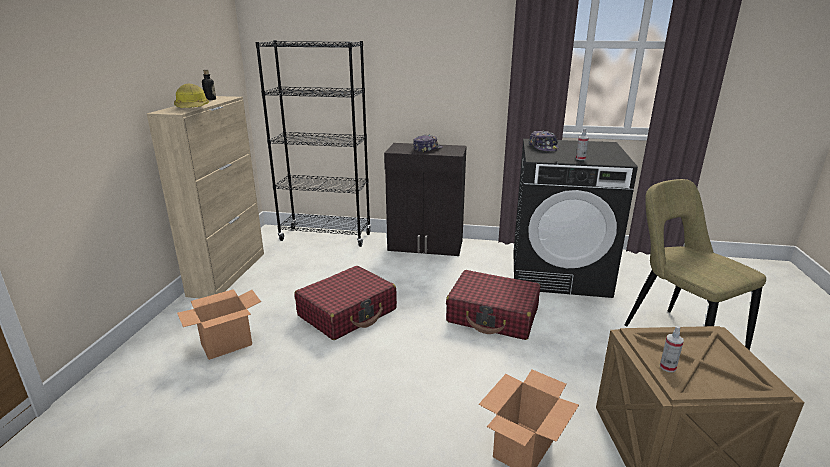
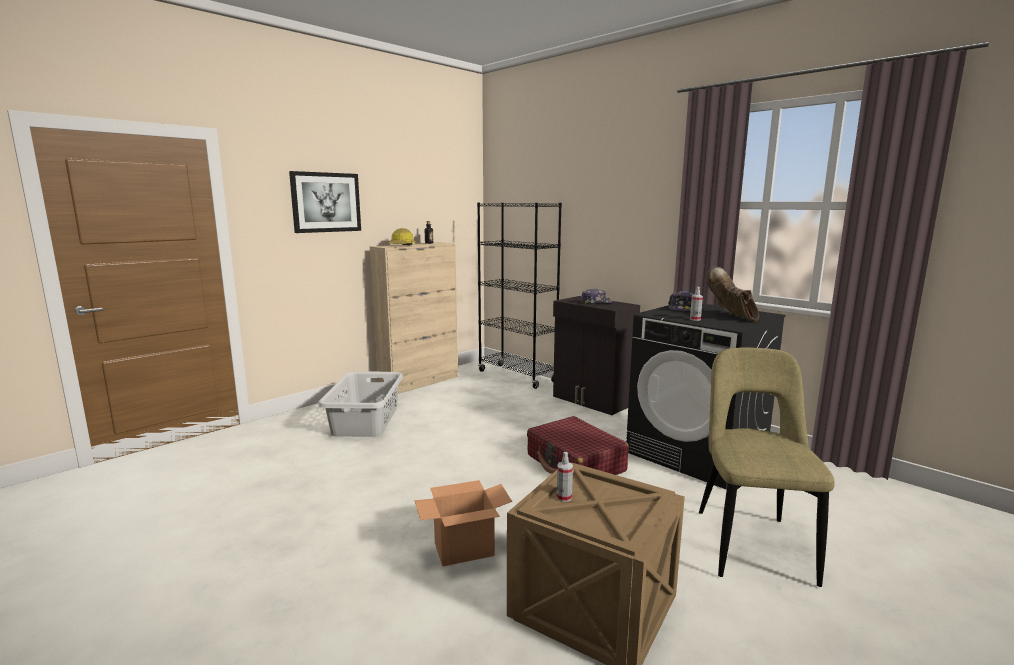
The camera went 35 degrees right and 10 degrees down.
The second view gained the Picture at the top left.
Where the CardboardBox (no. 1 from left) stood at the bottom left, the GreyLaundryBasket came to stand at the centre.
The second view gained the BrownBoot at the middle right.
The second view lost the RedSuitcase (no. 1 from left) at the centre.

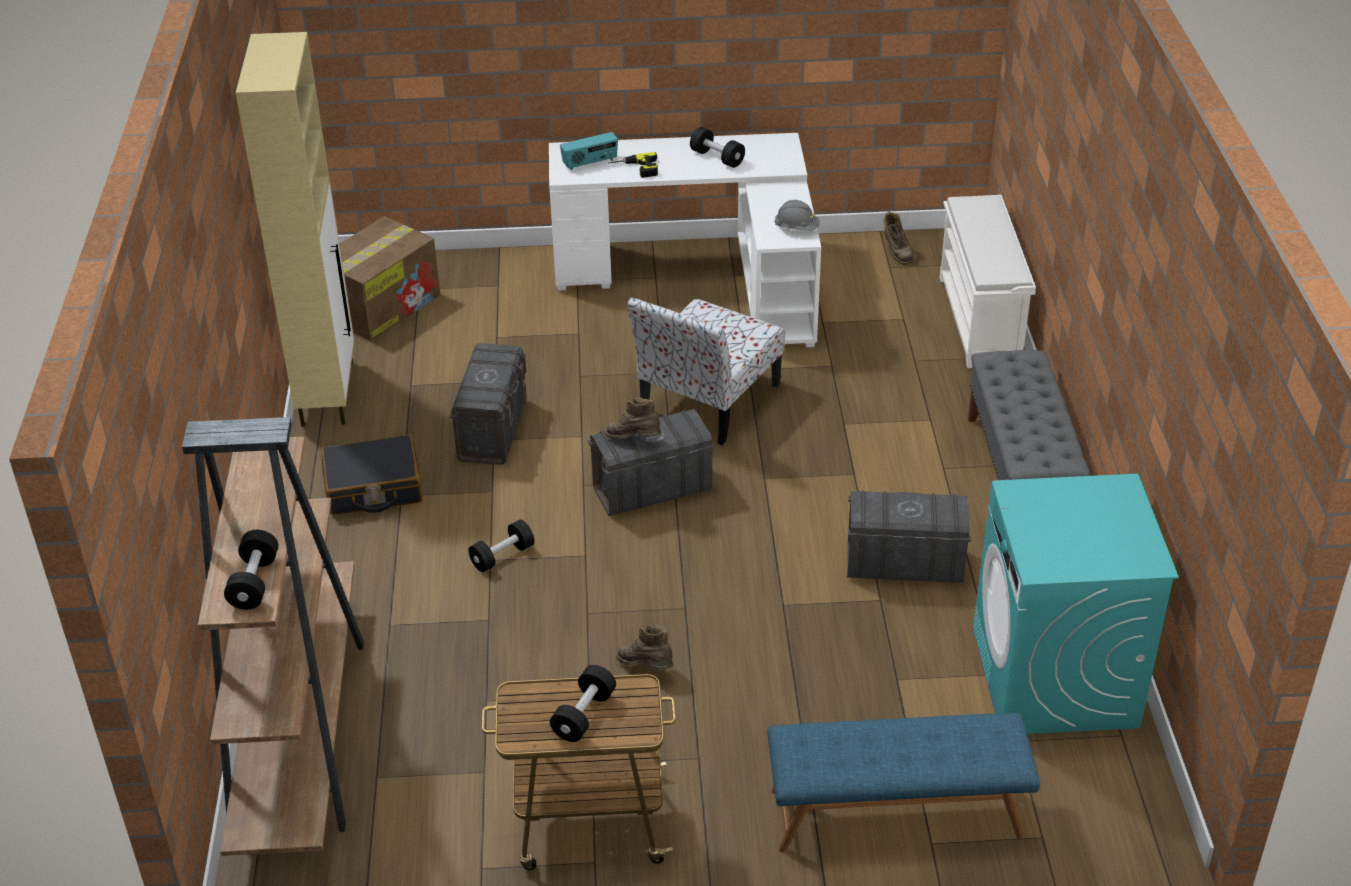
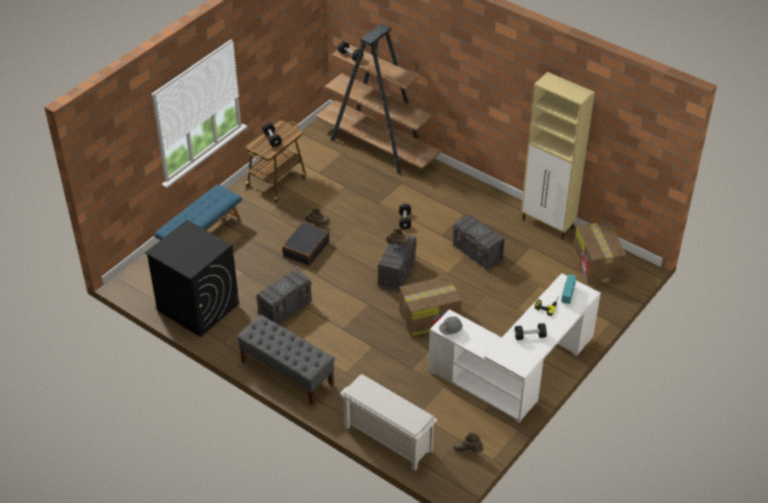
The camera went 130 degrees right and 5 degrees up.
What was the TurquoiseWashingMachine at the bottom right turned into the BlackWashingMachine at the middle left.
The BlackSuitcase ended up elsewhere, having gone from the middle left to the centre.
Where the Chair stood at the centre, the CardboardBox (no. 1 from left) came to stand at the centre.

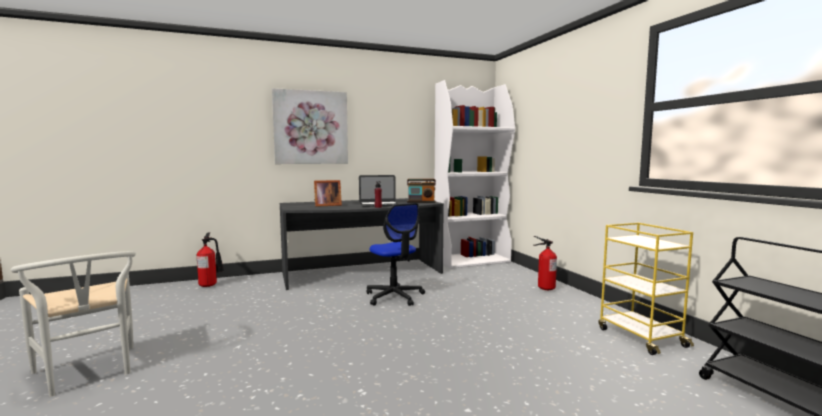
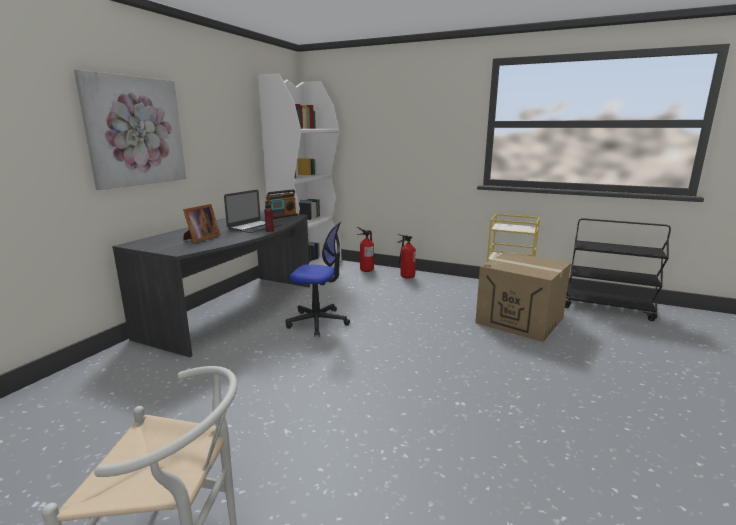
The camera went 45 degrees left and 10 degrees up.
The FireExtinguisher (no. 1 from left) ended up elsewhere, having gone from the middle left to the centre.
The second view gained the CardboardBox at the middle right.

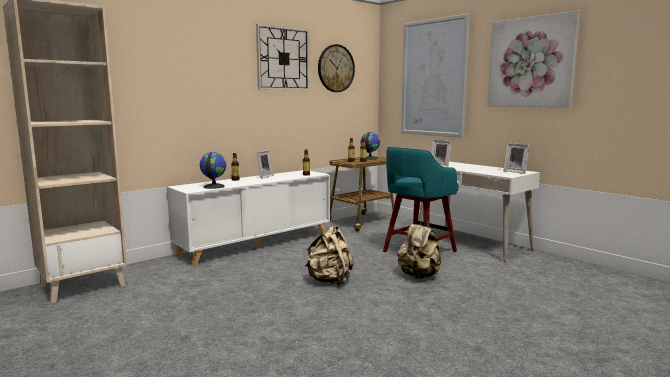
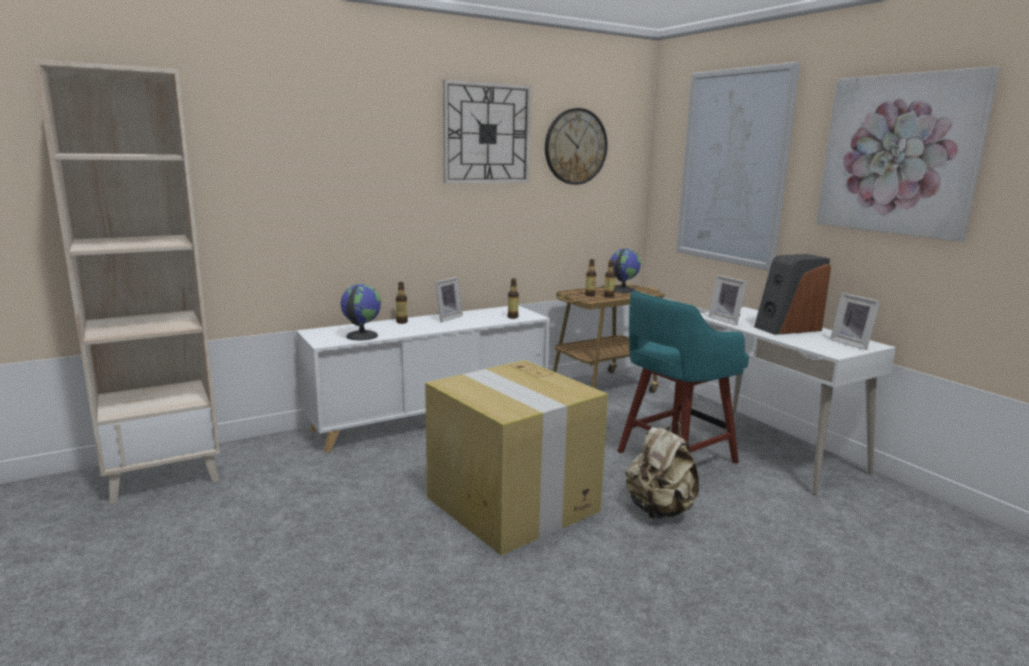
The camera went 10 degrees right and 5 degrees up.
Where the BeigeBackpack (no. 1 from left) stood at the bottom centre, the CardboardBox came to stand at the bottom centre.
The second view gained the Speaker at the middle right.

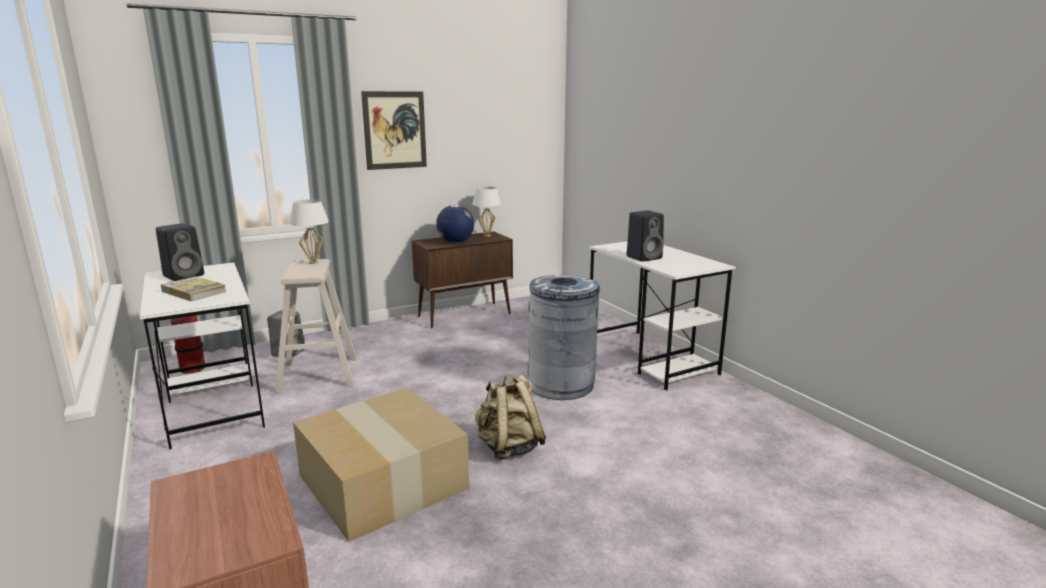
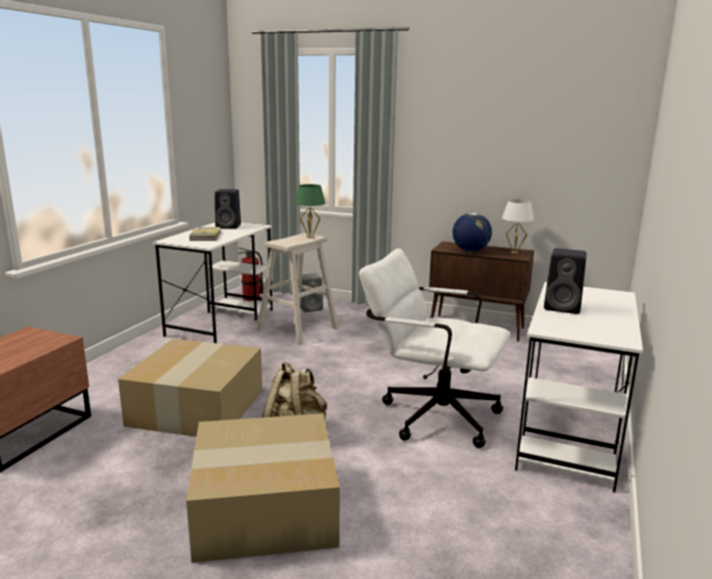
The camera went 50 degrees right and 0 degrees up.
The second view gained the CardboardBox (no. 2 from left) at the bottom centre.
What was the WhiteTableLamp (no. 1 from left) at the middle left turned into the GreenTableLamp at the centre.
Where the GreyTrashCan stood at the centre, the WhiteOfficeChair came to stand at the centre.
The second view lost the Picture at the top centre.

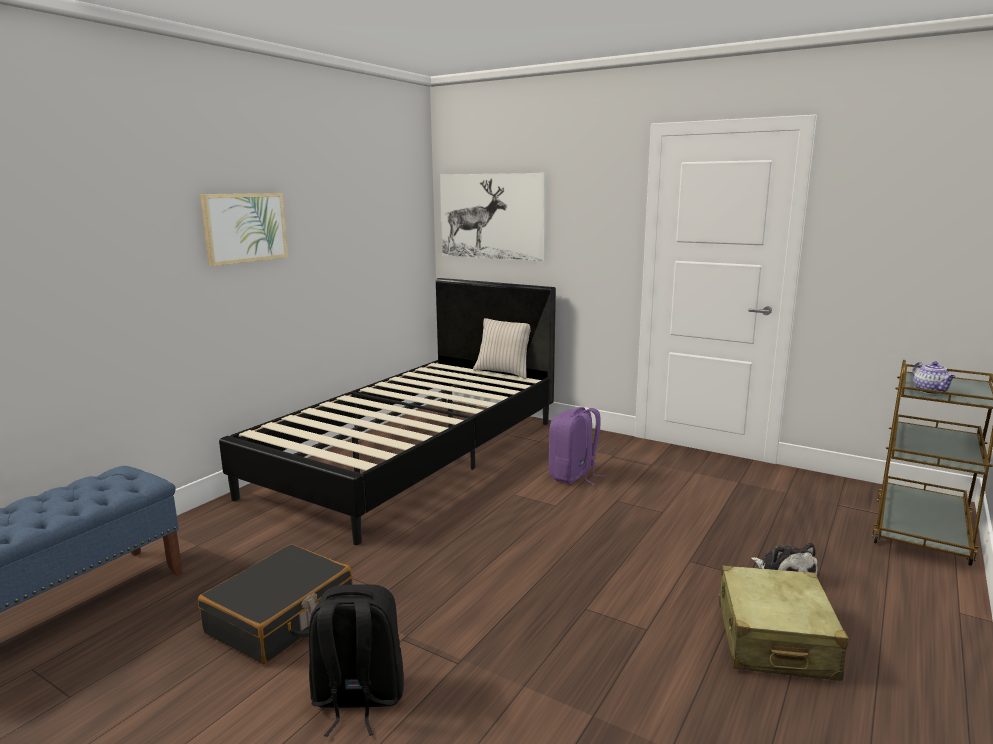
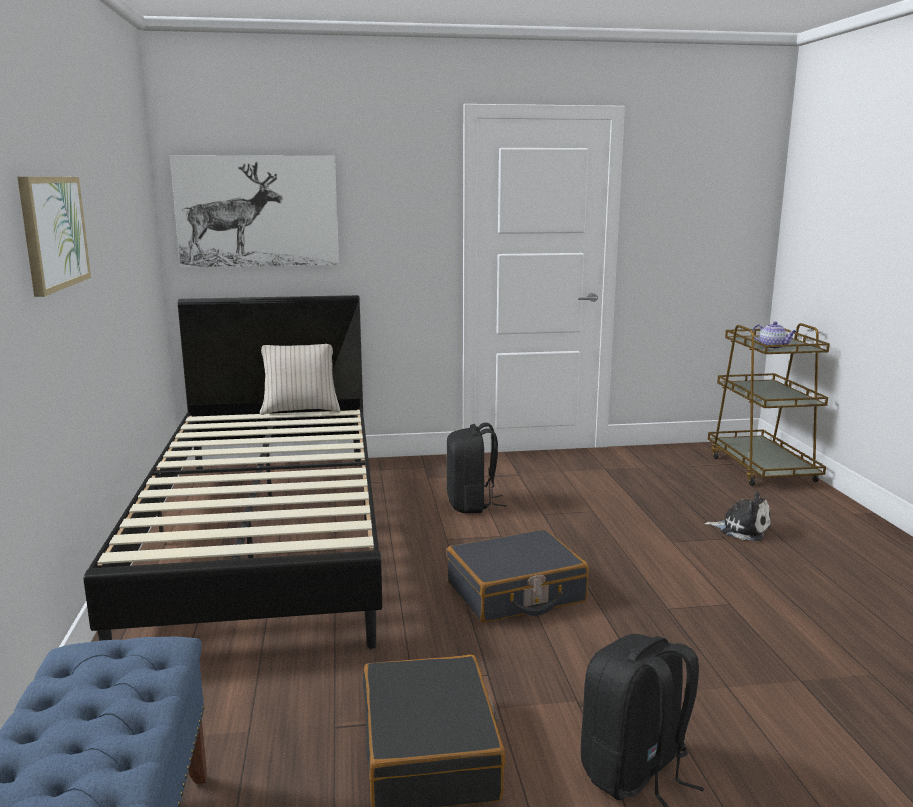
The camera went 40 degrees left and 0 degrees up.
What was the PurpleBackpack at the centre turned into the BlackBackpack (no. 1 from left) at the centre.
The second view gained the BlackSuitcase (no. 2 from left) at the bottom centre.
The second view lost the BeigeSuitcase at the bottom right.

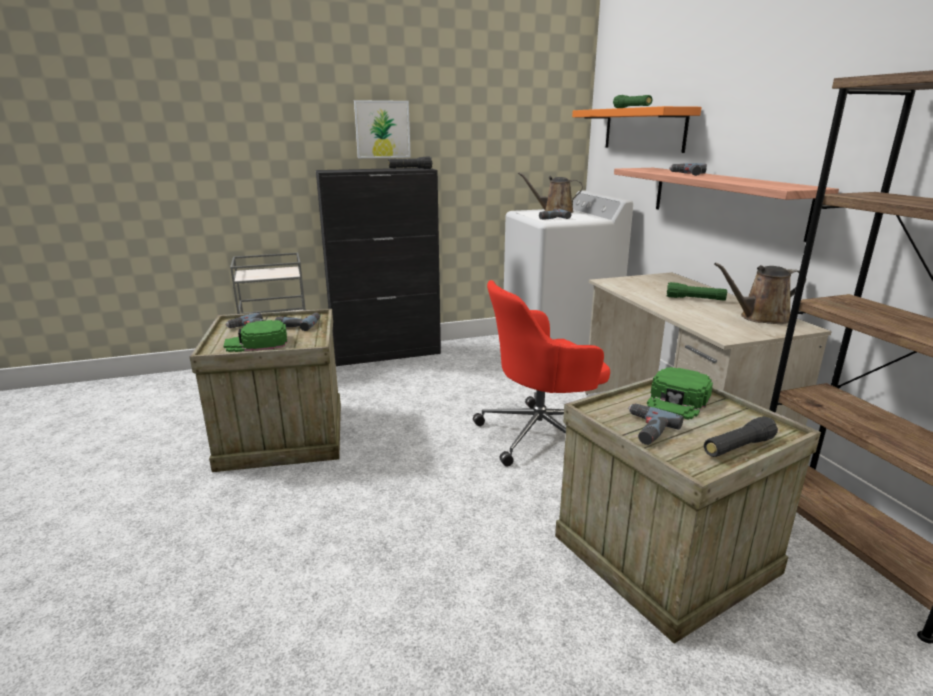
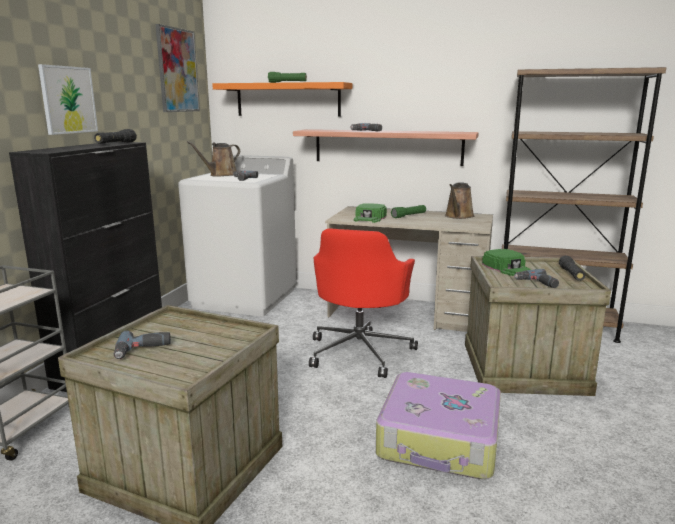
The camera went 55 degrees left and 5 degrees down.
The second view gained the Picture (no. 2 from left) at the top left.
The GreenCap (no. 1 from left) ended up elsewhere, having gone from the middle left to the centre.
The second view gained the Suitcase at the bottom centre.
The second view lost the PowerDrill (no. 2 from left) at the middle left.

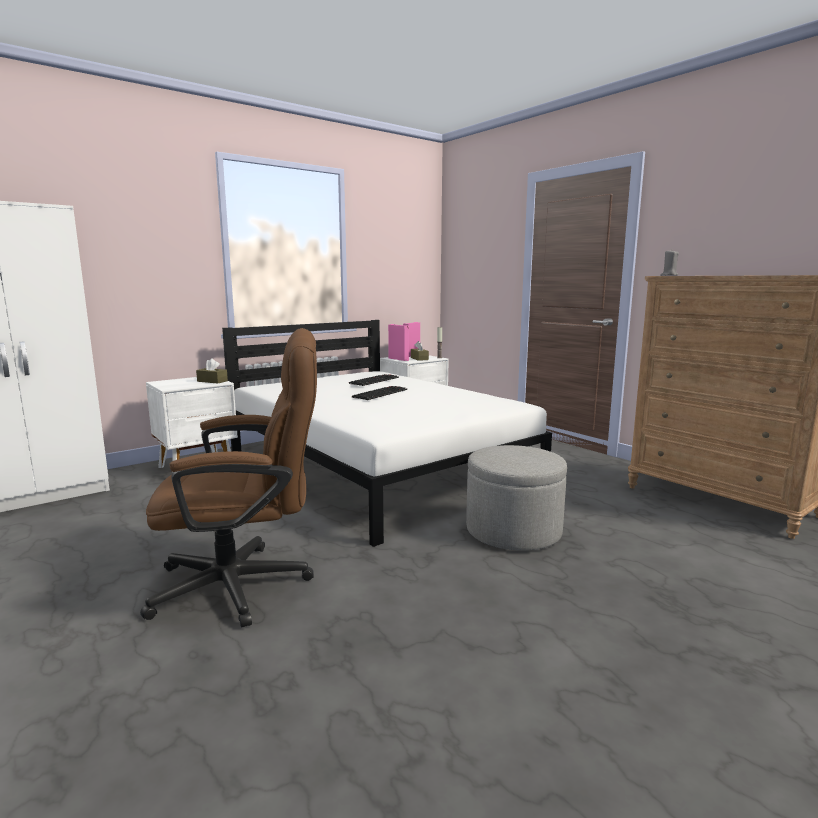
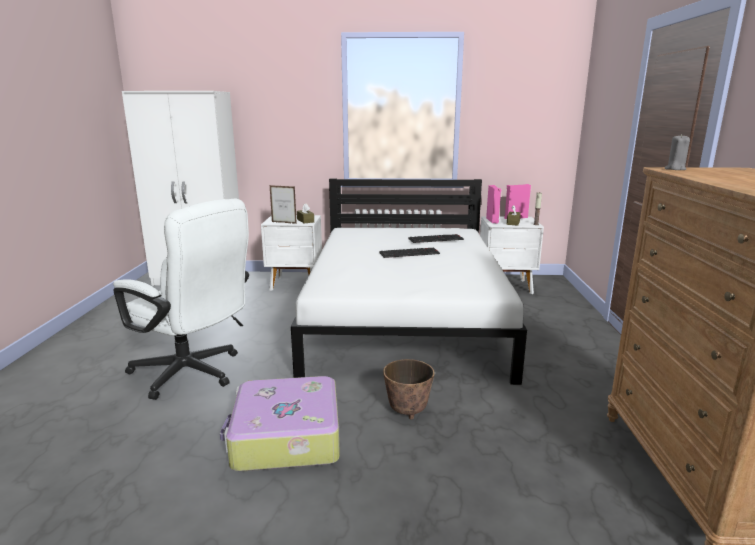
The camera went 40 degrees right and 5 degrees up.
What was the BrownOfficeChair at the middle left turned into the WhiteOfficeChair at the middle left.
The second view gained the Suitcase at the bottom centre.
The second view gained the PictureFrame at the centre.
Where the GreyOttoman stood at the centre, the Planter came to stand at the bottom centre.

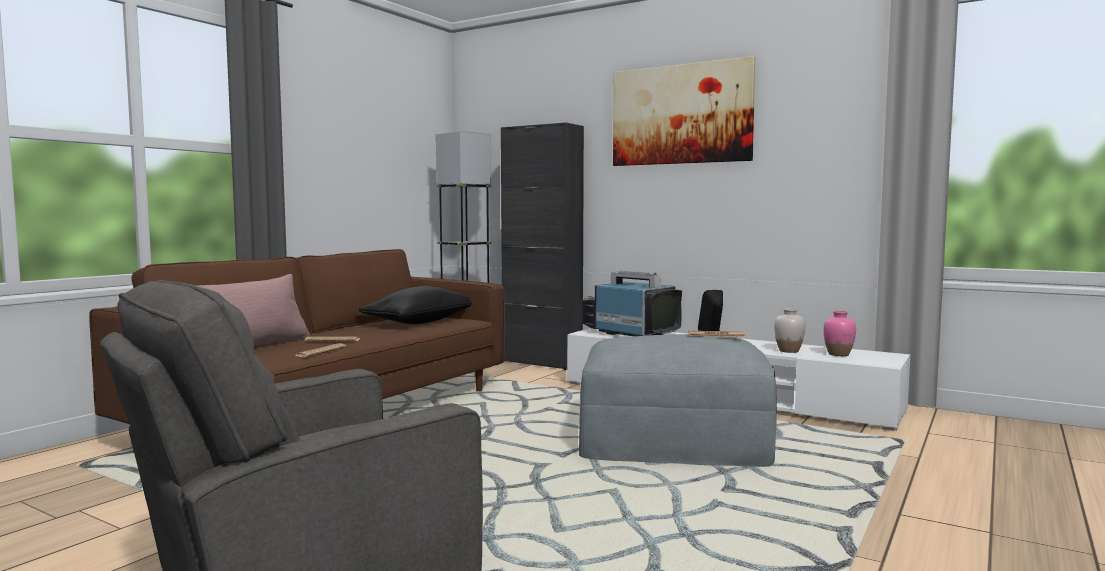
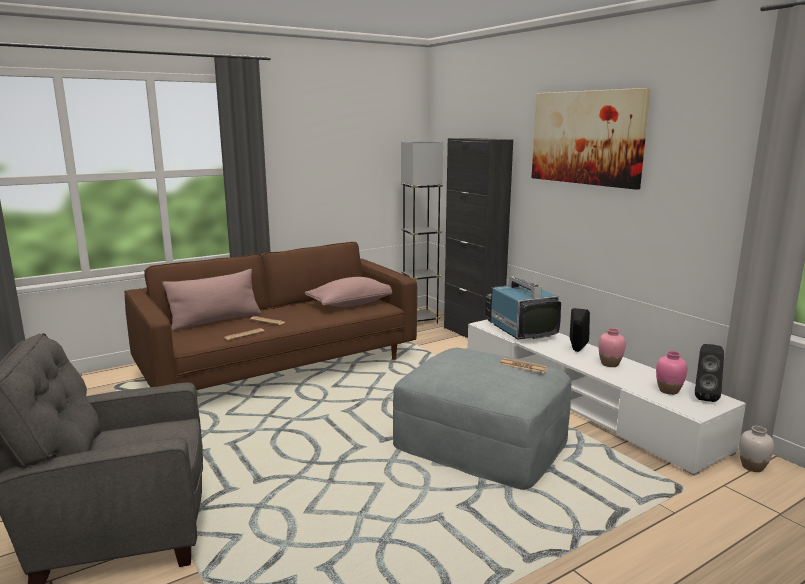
The camera went 25 degrees right and 10 degrees up.
What was the BlackPillow at the centre turned into the PinkPillow (no. 2 from left) at the centre.
The second view gained the PinkVase (no. 1 from left) at the middle right.
The second view gained the BlackSpeaker (no. 2 from left) at the middle right.
The WhiteVase ended up elsewhere, having gone from the middle right to the bottom right.

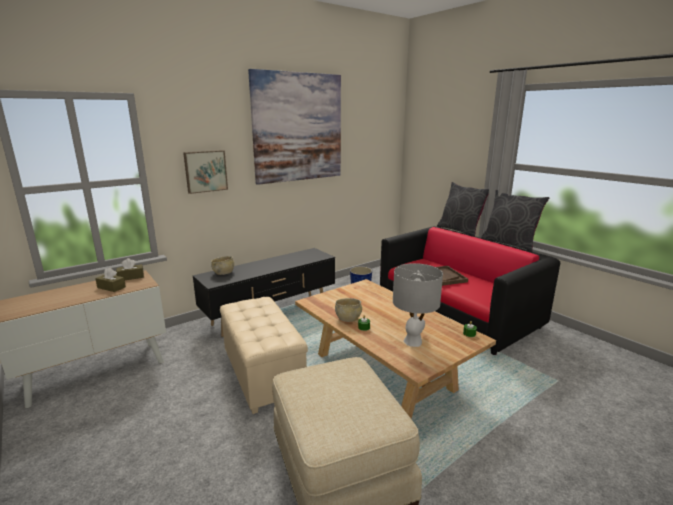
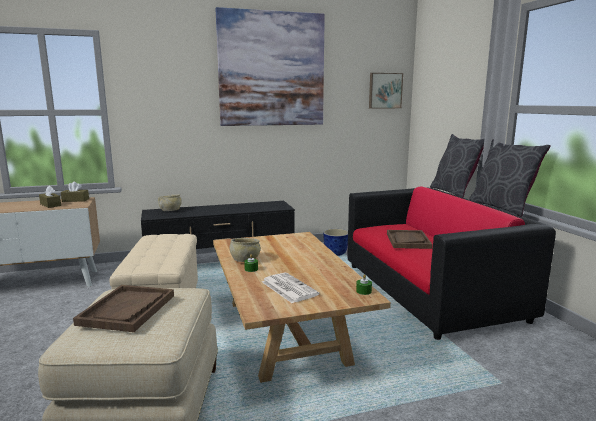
The camera went 20 degrees right and 5 degrees down.
The second view gained the BrownTray (no. 1 from left) at the bottom left.
Where the GreyTableLamp stood at the centre, the Newspaper came to stand at the bottom centre.
The Picture (no. 1 from left in the first image) ended up elsewhere, having gone from the middle left to the top centre.

